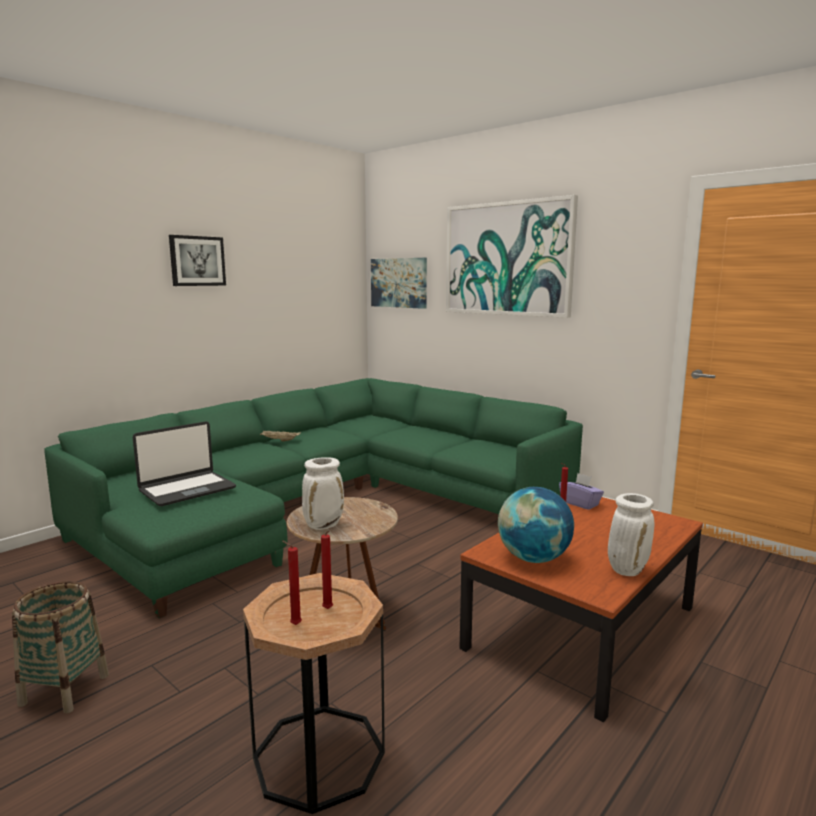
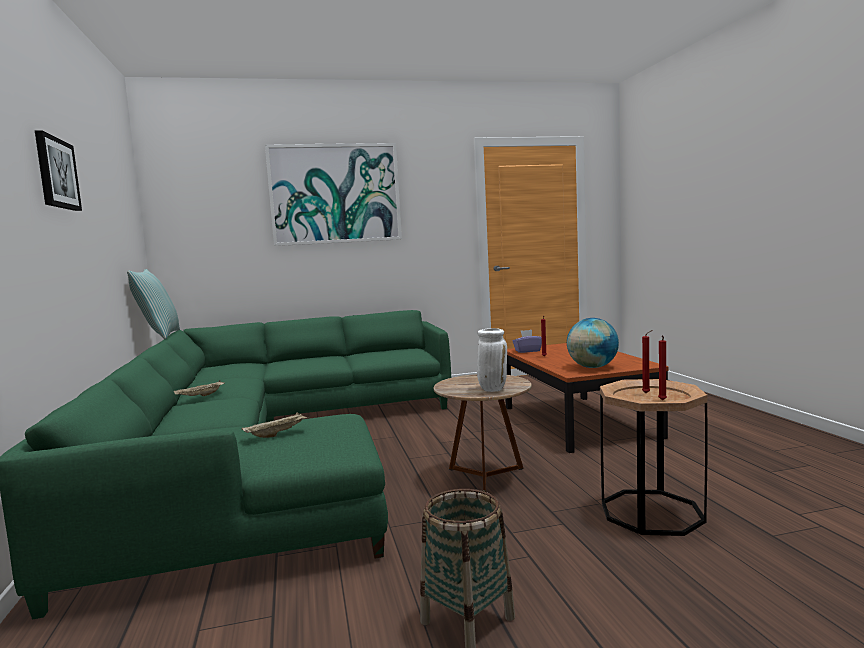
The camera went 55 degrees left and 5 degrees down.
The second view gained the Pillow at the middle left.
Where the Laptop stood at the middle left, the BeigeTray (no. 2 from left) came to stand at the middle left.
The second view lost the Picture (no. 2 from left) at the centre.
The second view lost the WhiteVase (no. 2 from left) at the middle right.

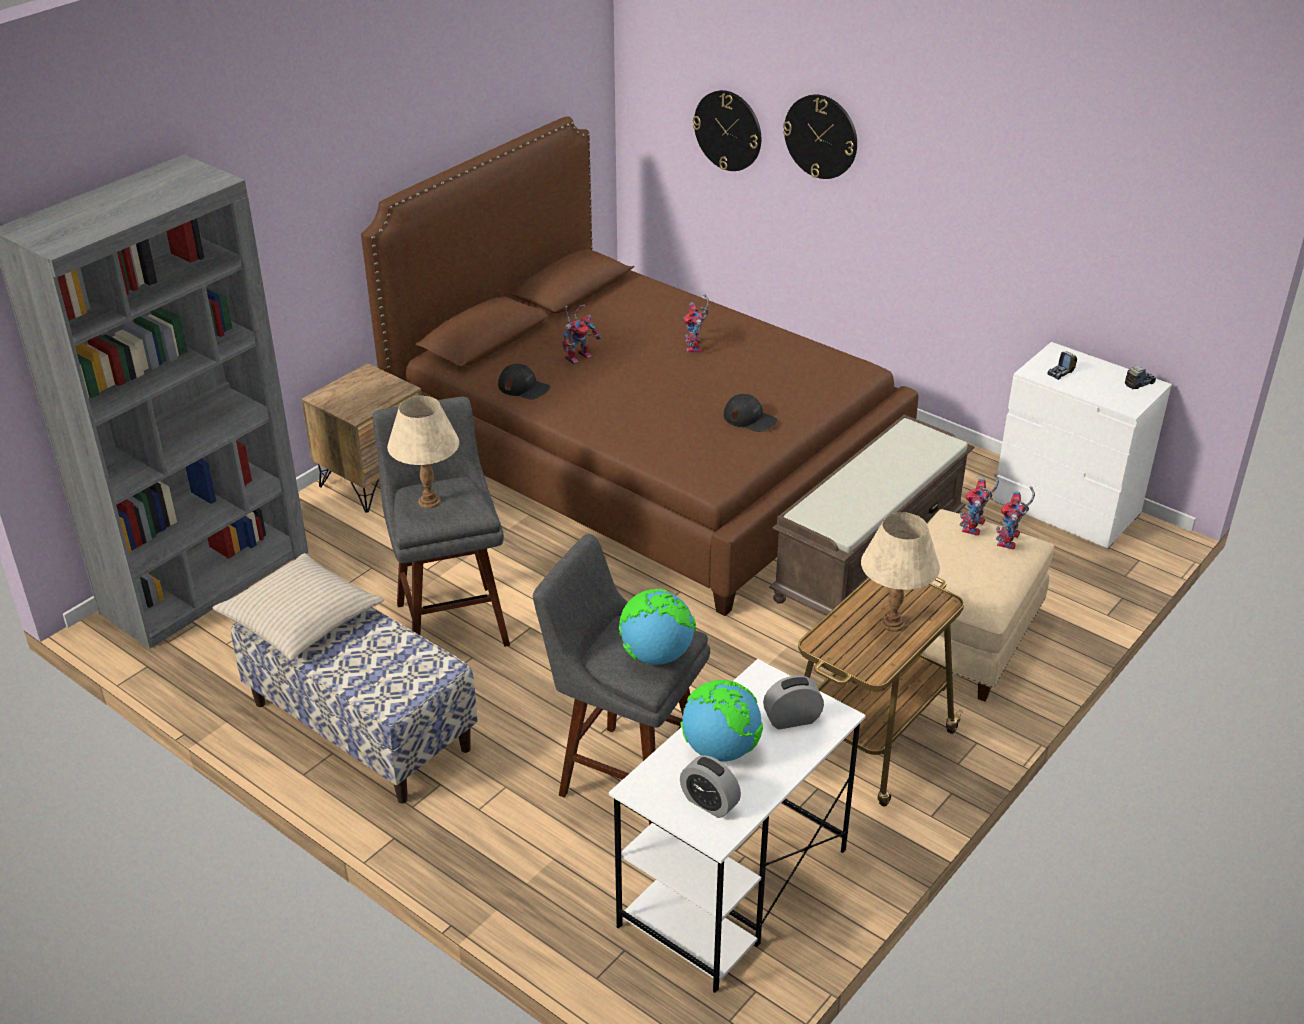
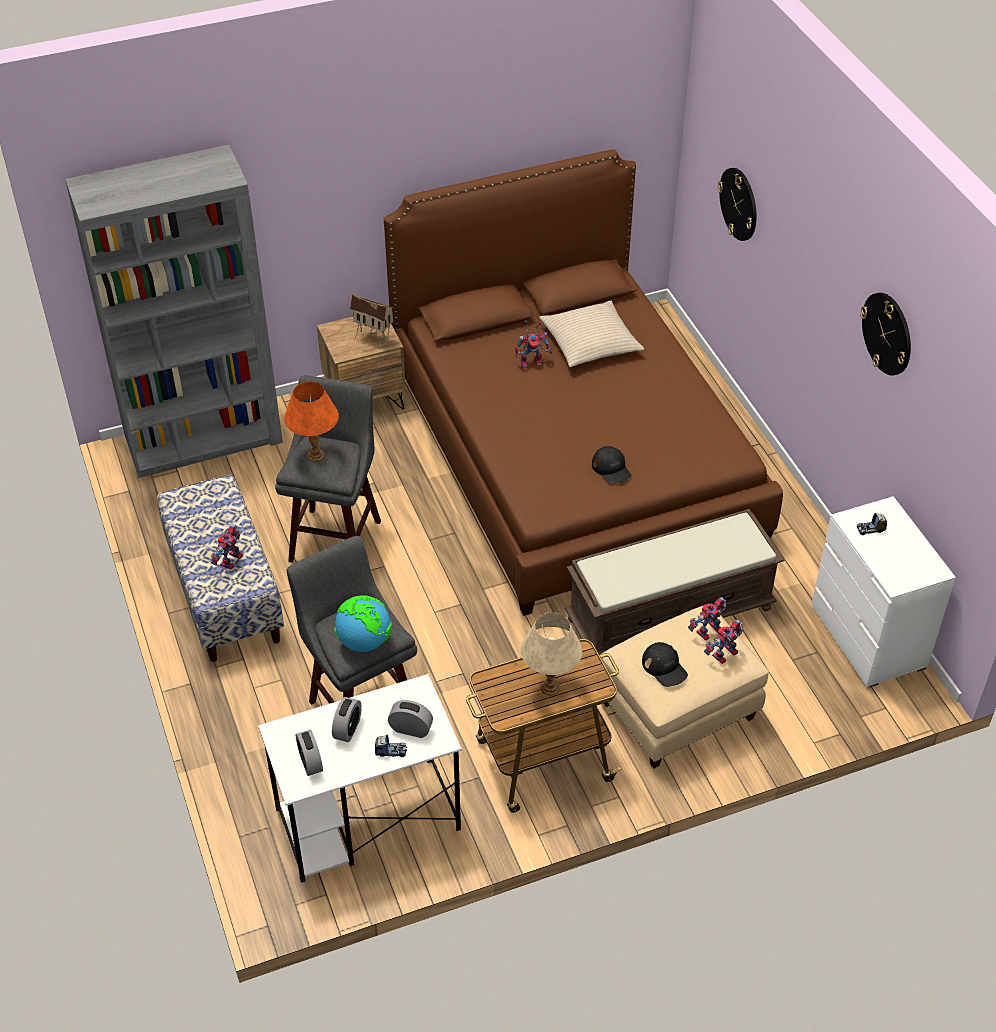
The camera went 30 degrees right and 10 degrees up.
The ToyRobot (no. 2 from left in the first image) ended up elsewhere, having gone from the top centre to the middle left.
What was the BeigeTableLamp (no. 1 from left) at the middle left turned into the OrangeTableLamp at the middle left.
Where the Globe (no. 2 from left) stood at the bottom centre, the AlarmClock (no. 2 from left) came to stand at the bottom centre.
The second view gained the ToyHouse at the top centre.
The ToyTruck (no. 2 from left in the first image) ended up elsewhere, having gone from the middle right to the bottom centre.
The BeigePillow ended up elsewhere, having gone from the middle left to the top centre.
The BlackCap (no. 1 from left in the first image) ended up elsewhere, having gone from the centre to the middle right.
The WallClock (no. 2 from left) ended up elsewhere, having gone from the top centre to the top right.

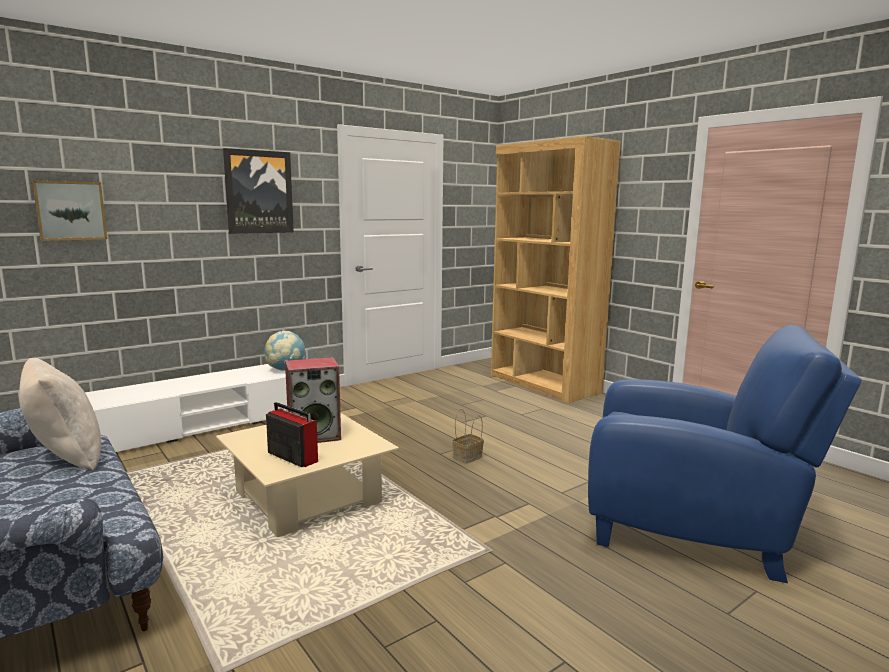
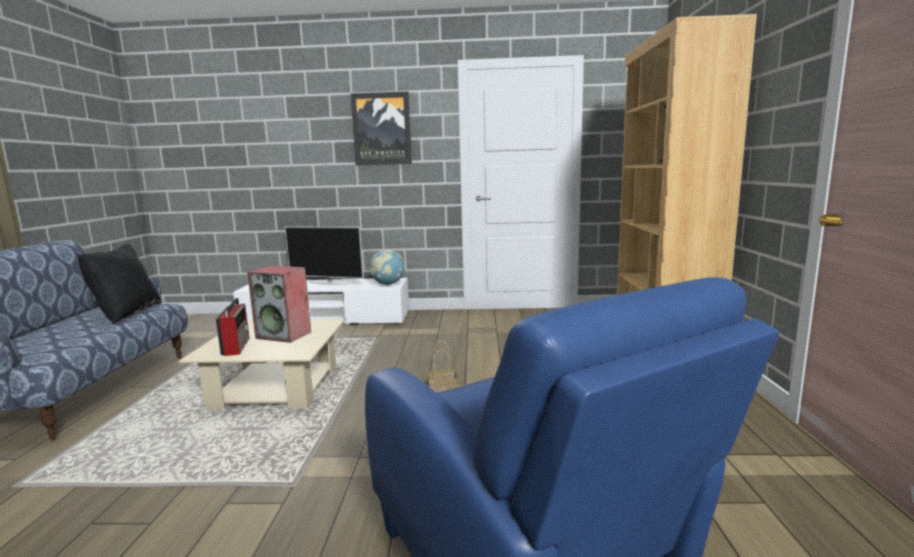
The camera went 40 degrees right and 0 degrees up.
What was the BeigePillow at the middle left turned into the BlackPillow at the middle left.
The second view gained the Television at the centre.
The second view lost the Picture (no. 1 from left) at the top left.

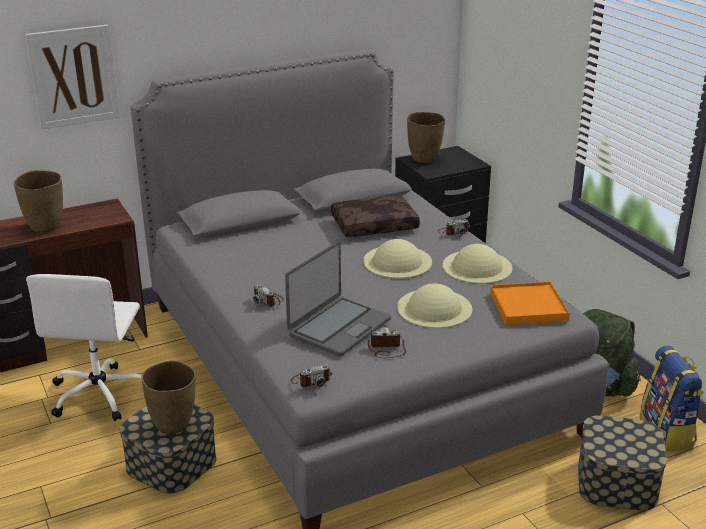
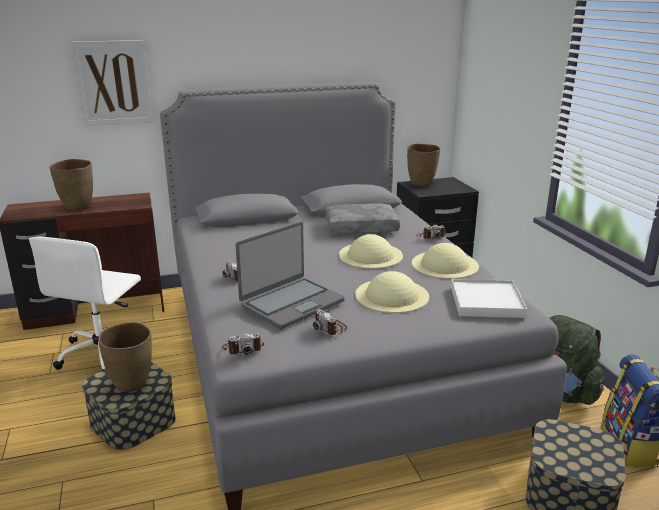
The camera went 10 degrees right and 5 degrees down.
The PhotoCamera (no. 3 from left) at the centre ended up facing another way, 135 degrees counterclockwise from before.
What was the BrownPillow at the centre turned into the GreyPillow at the centre.
What was the OrangeTray at the middle right turned into the WhiteTray at the middle right.

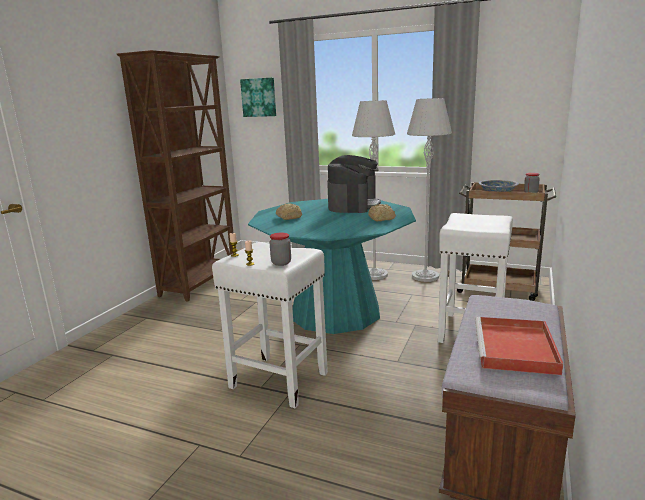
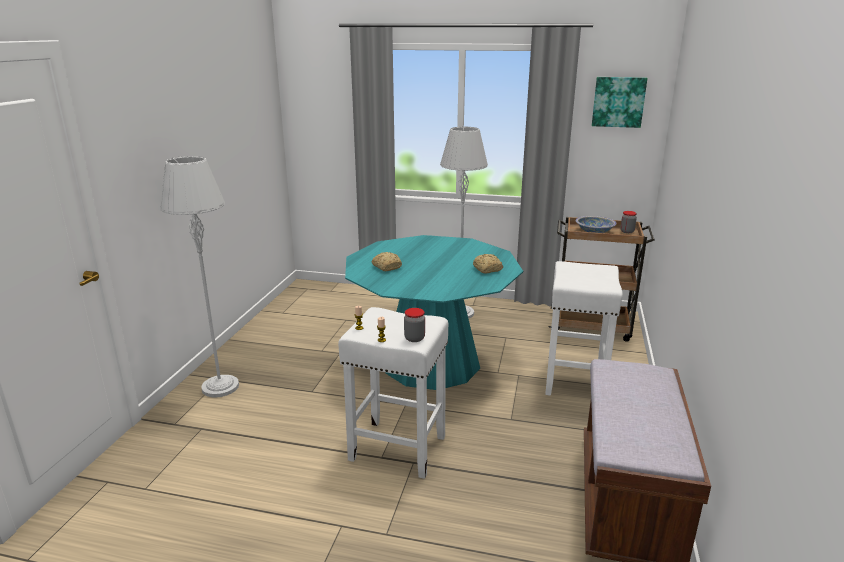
The camera went 10 degrees left and 5 degrees up.
The GreyFloorLamp (no. 2 from left in the first image) ended up elsewhere, having gone from the centre to the middle left.
The Picture ended up elsewhere, having gone from the top centre to the top right.
The second view lost the BrownBookcase at the middle left.
The second view lost the CoffeeMachine at the centre.
The second view lost the RedTray at the bottom right.

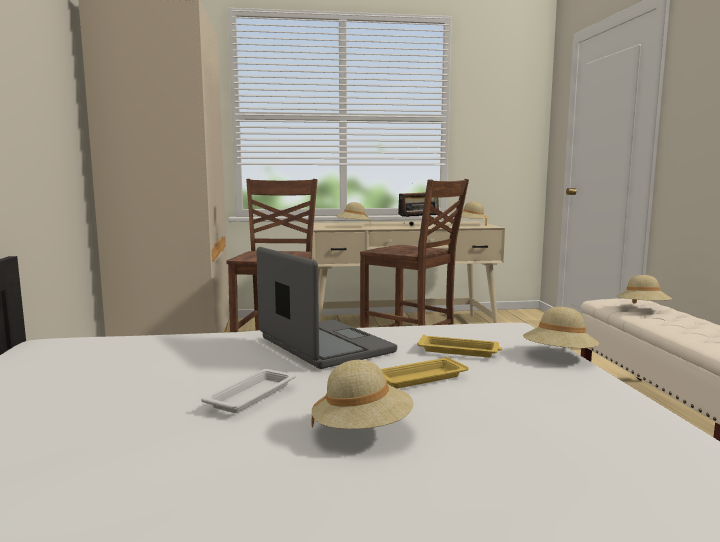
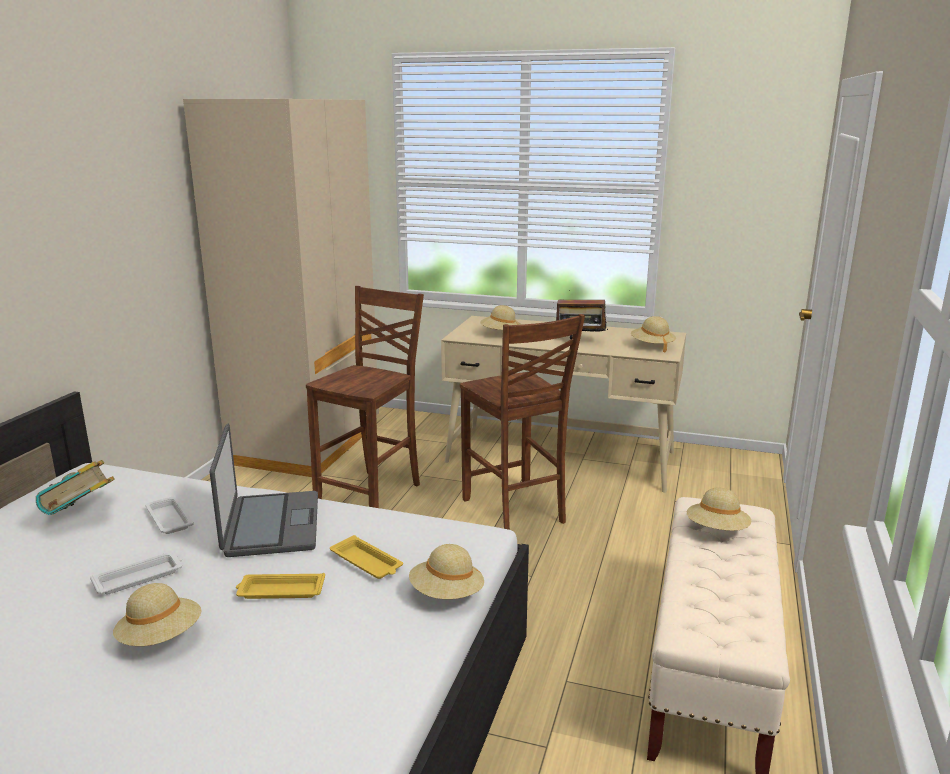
The camera went 25 degrees right and 10 degrees up.
The second view gained the Book at the middle left.
The second view gained the WhiteTray (no. 2 from left) at the middle left.

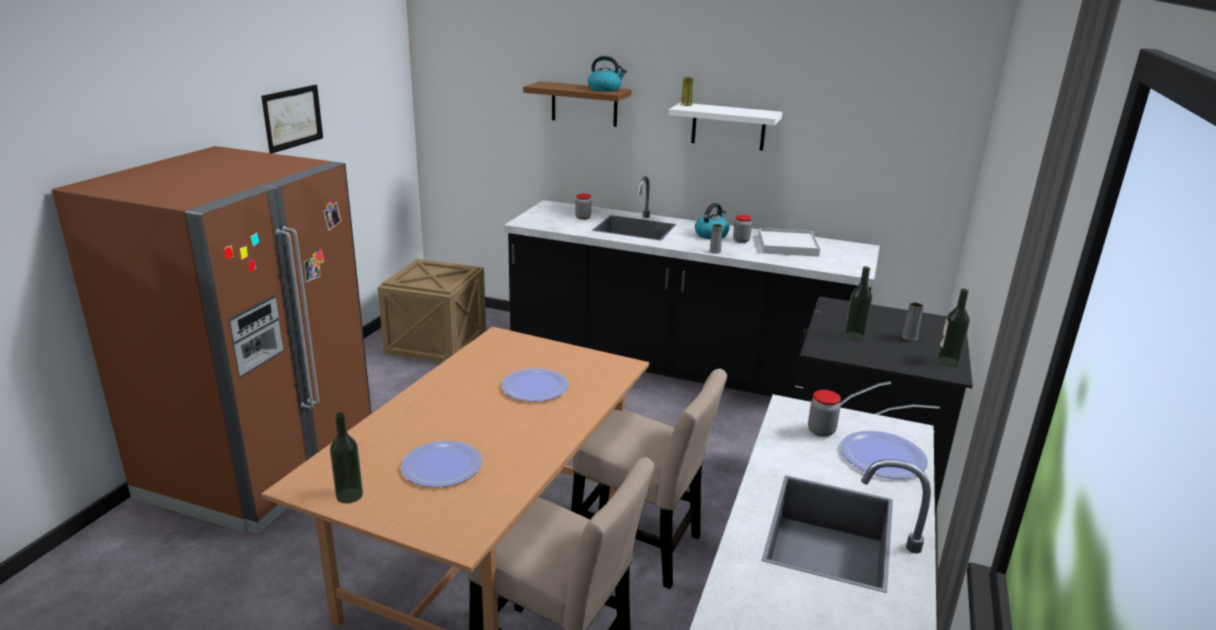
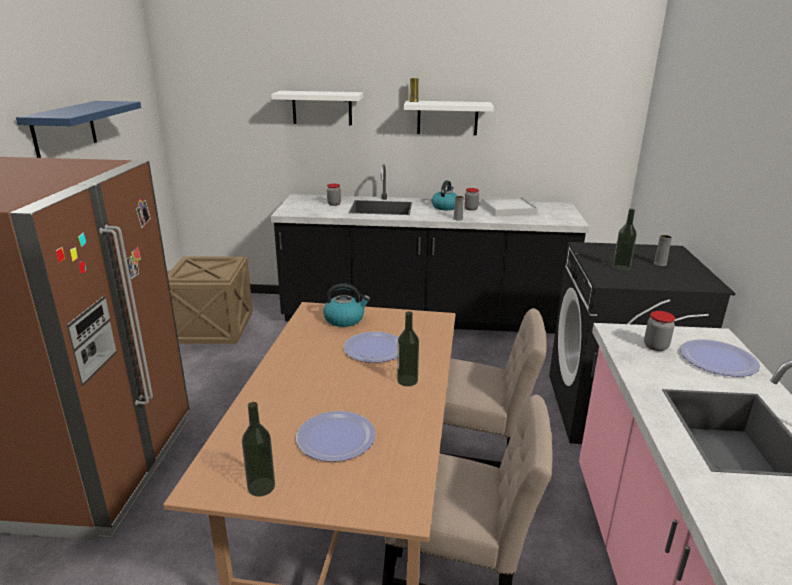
The camera went 15 degrees left and 0 degrees up.
Where the Picture hung at the top left, the BlueShelf came to hang at the top left.
What was the BrownShelf at the top centre turned into the WhiteShelf (no. 1 from left) at the top centre.
The Kettle (no. 1 from left) ended up elsewhere, having gone from the top centre to the centre.
The Bottle (no. 3 from left in the first image) ended up elsewhere, having gone from the middle right to the centre.

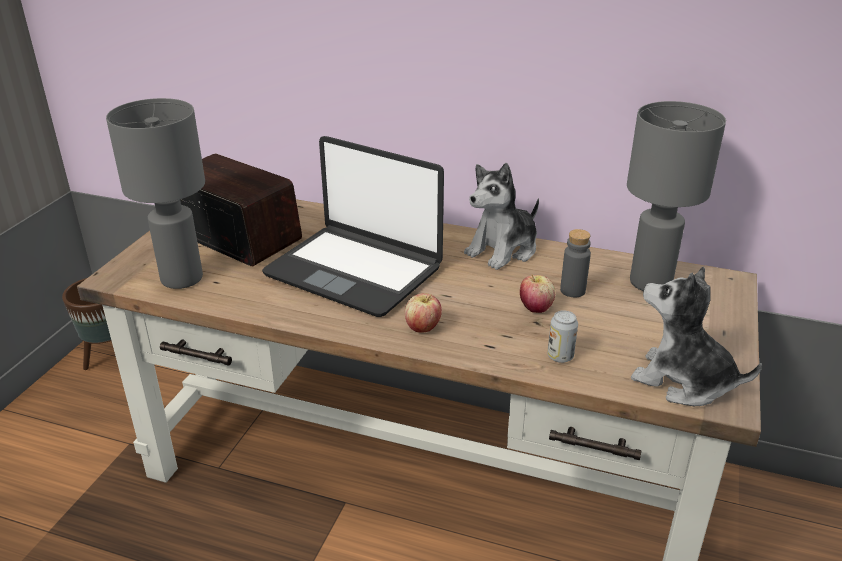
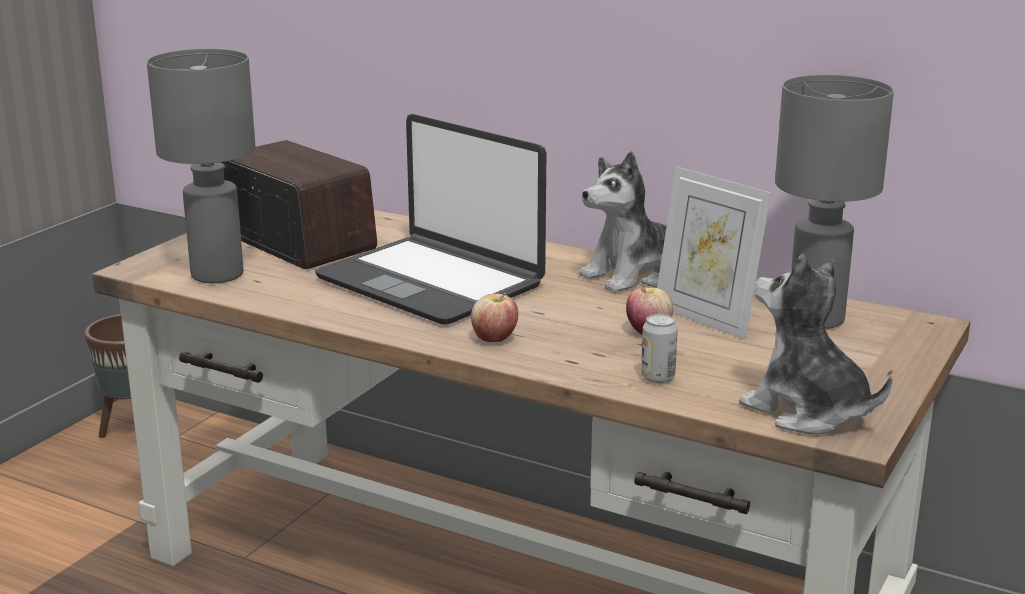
The camera went 10 degrees right and 10 degrees down.
Where the GreyBottle stood at the middle right, the PictureFrame came to stand at the middle right.

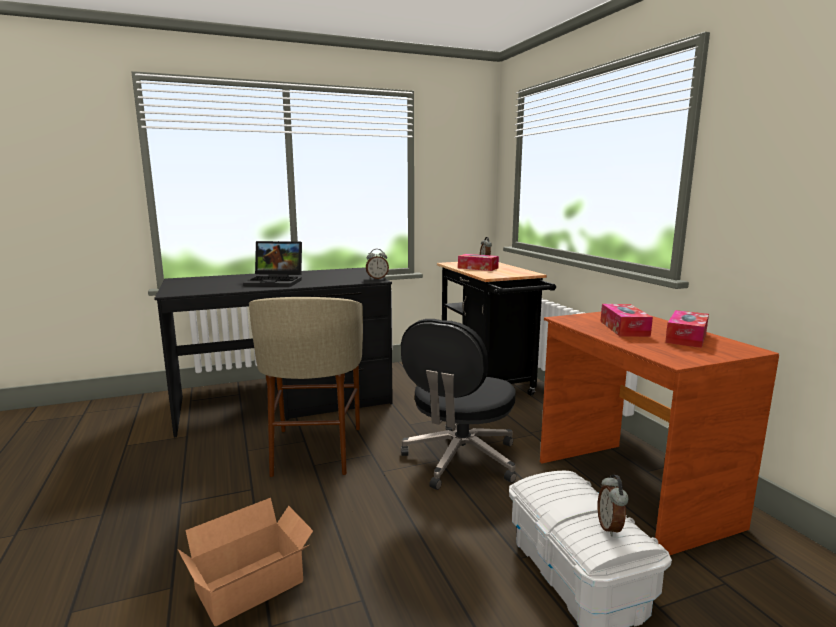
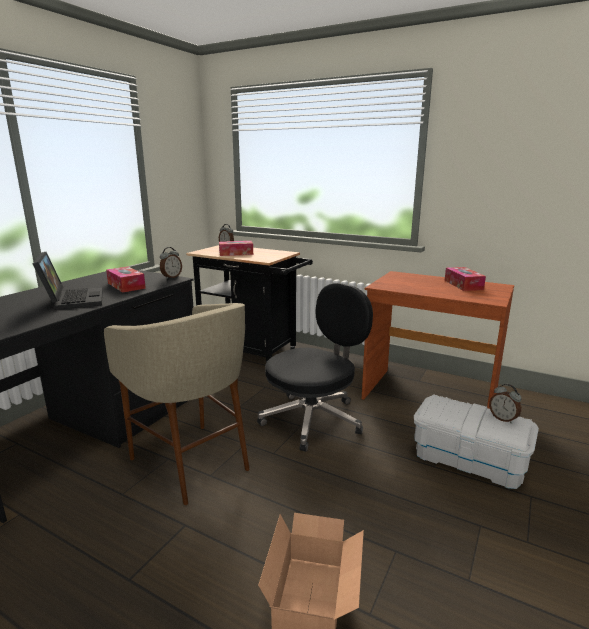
The camera went 40 degrees left and 5 degrees up.
The Laptop at the middle left ended up facing another way, 75 degrees counterclockwise from before.
The TissueBox (no. 2 from left in the first image) ended up elsewhere, having gone from the middle right to the middle left.
The BlackOfficeChair at the centre ended up facing another way, 120 degrees counterclockwise from before.

